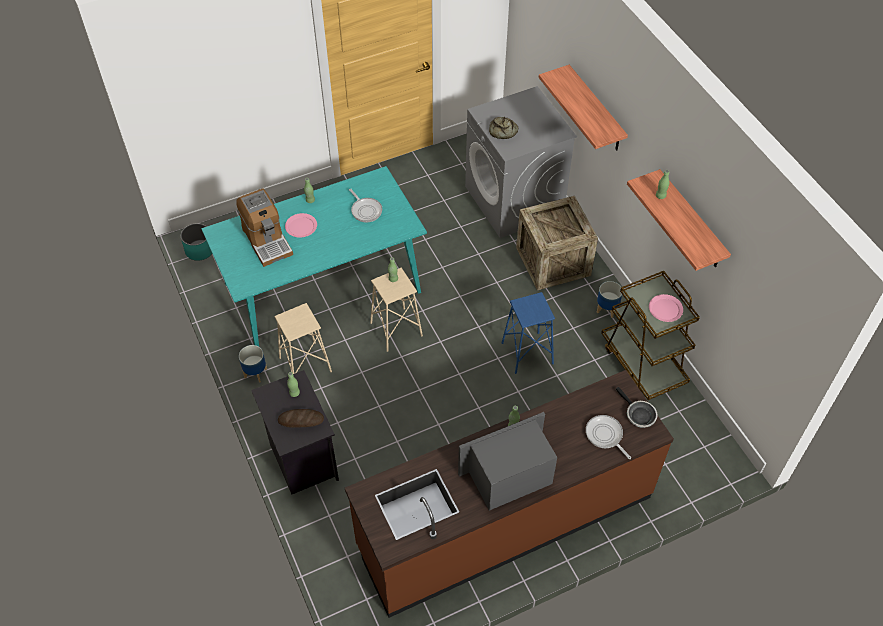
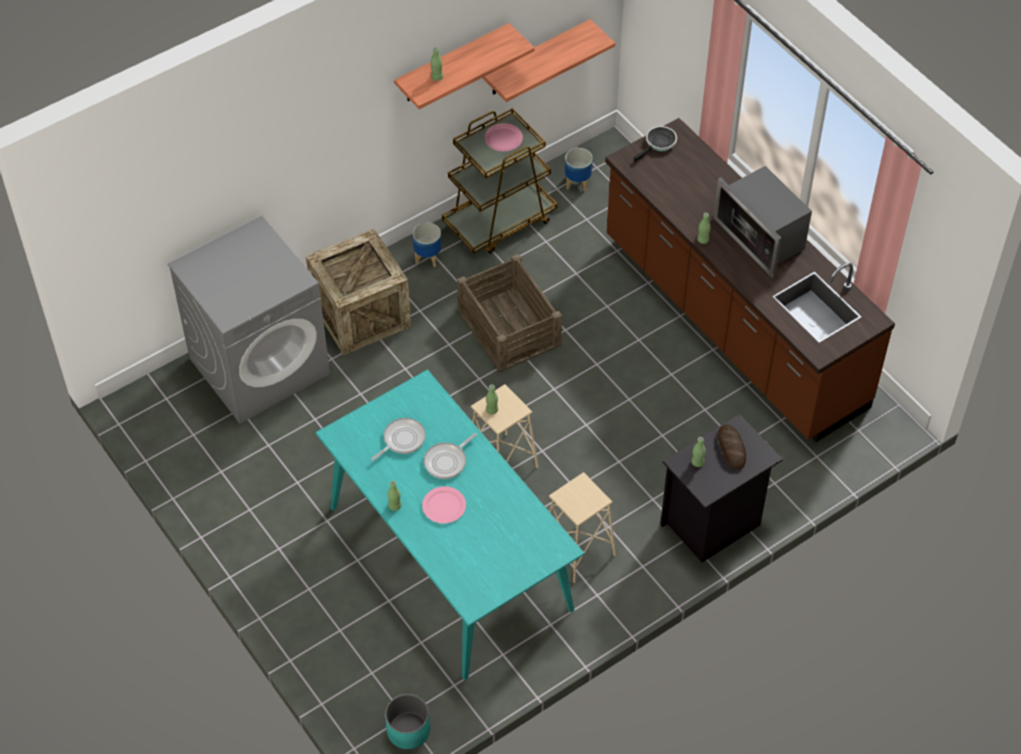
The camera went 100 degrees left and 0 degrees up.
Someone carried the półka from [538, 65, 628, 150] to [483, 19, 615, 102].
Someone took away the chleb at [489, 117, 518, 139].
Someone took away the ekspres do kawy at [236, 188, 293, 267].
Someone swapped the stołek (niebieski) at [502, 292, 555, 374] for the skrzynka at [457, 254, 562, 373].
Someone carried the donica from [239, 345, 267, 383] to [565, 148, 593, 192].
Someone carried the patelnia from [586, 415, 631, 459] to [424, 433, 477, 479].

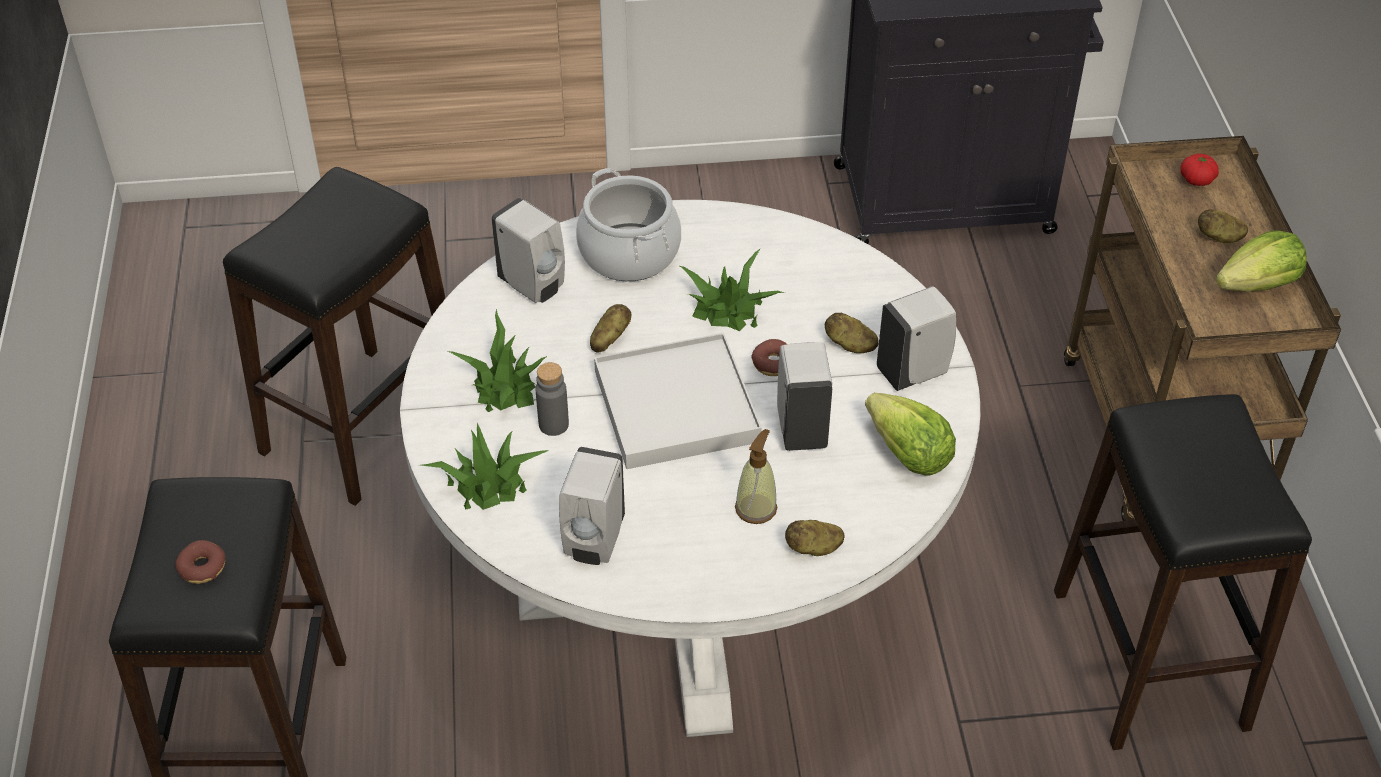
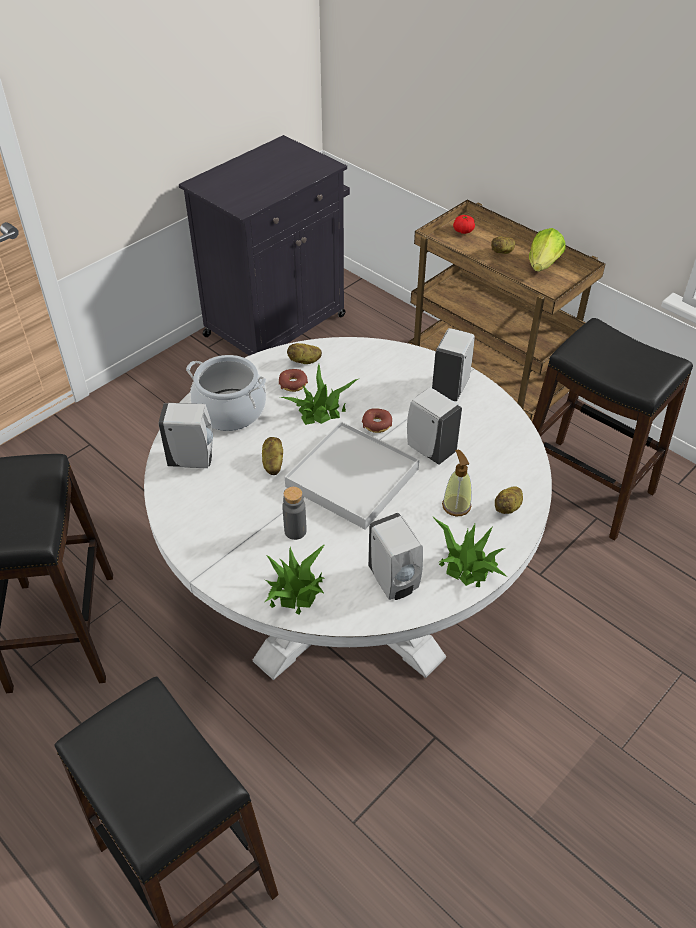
The camera went 40 degrees left and 0 degrees up.
Someone carried the roślina doniczkowa from [448, 309, 547, 412] to [432, 516, 507, 587].
Someone carried the ziemniak from [825, 312, 879, 353] to [287, 343, 322, 364].
Someone took away the sałata at [865, 393, 956, 475].
Someone carried the donut from [175, 540, 225, 584] to [279, 369, 308, 392].

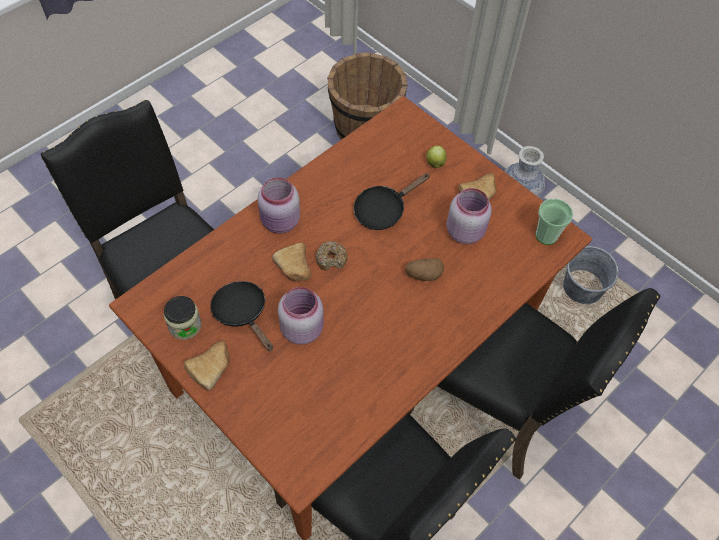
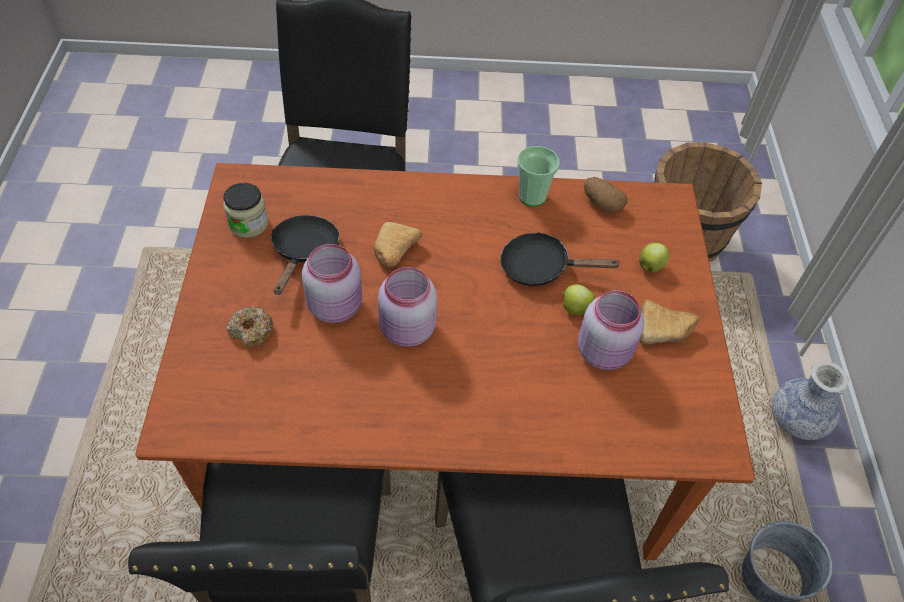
The camera went 45 degrees right and 5 degrees down.
Someone carried the słoik (różowy) from [257, 177, 300, 234] to [378, 267, 437, 347].
Someone carried the filiżanka from [536, 199, 573, 245] to [517, 146, 560, 206].
Someone carried the donut from [315, 241, 348, 271] to [227, 306, 274, 348].
Someone carried the ziemniak from [405, 258, 444, 281] to [584, 177, 628, 212].
Someone took away the chleb at [184, 340, 230, 391].
Someone put down the jabłko at [562, 284, 595, 315].

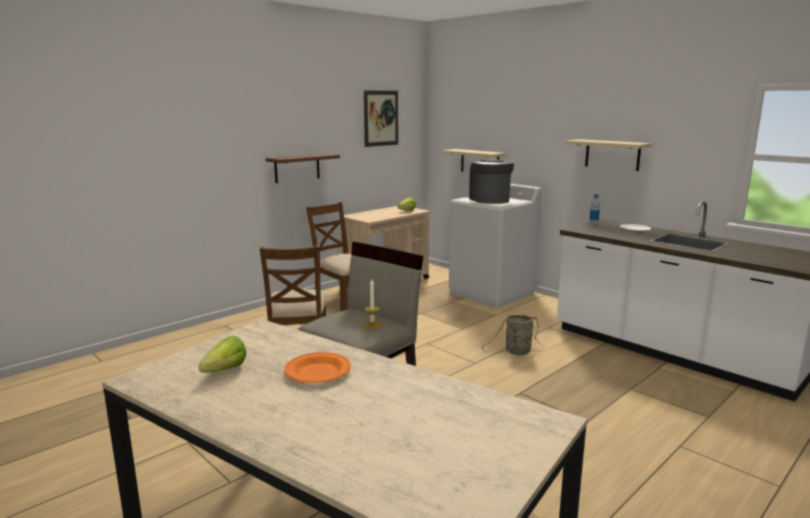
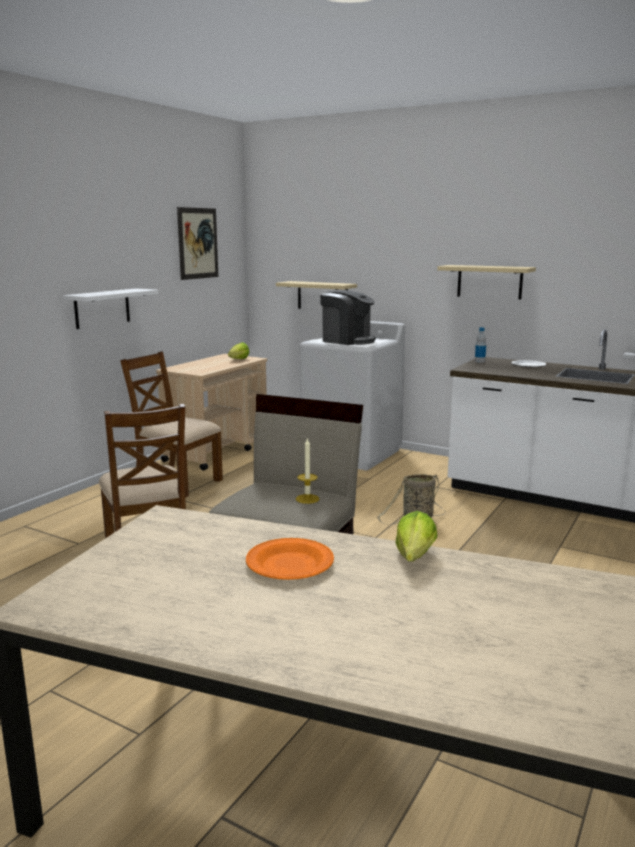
The camera went 15 degrees left and 0 degrees up.
Someone repainted the półka (brązowy) at [266, 153, 340, 183], which became the półka (biały) at [63, 288, 159, 329].
Someone rotated the ekspres do kawy at [469, 160, 514, 204] by 150 degrees clockwise.
Someone carried the sałata from [198, 336, 246, 373] to [395, 511, 437, 562].

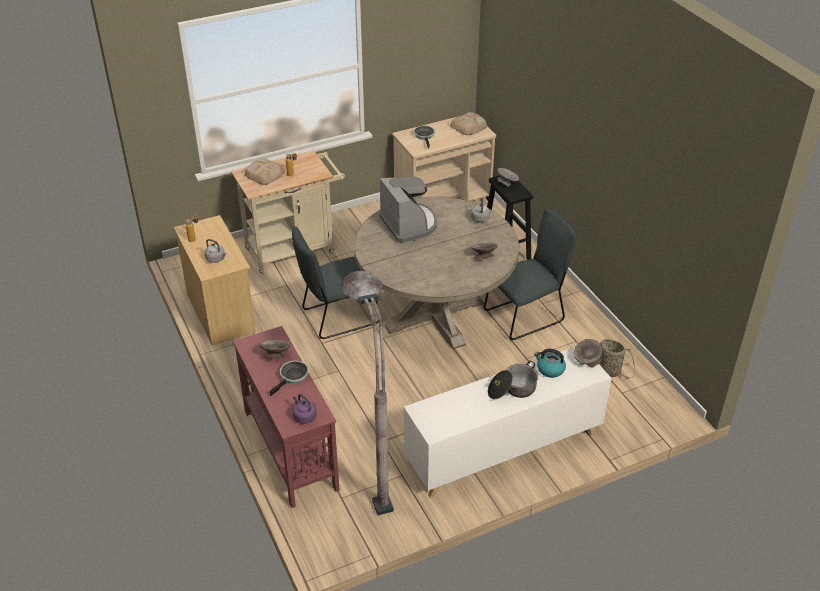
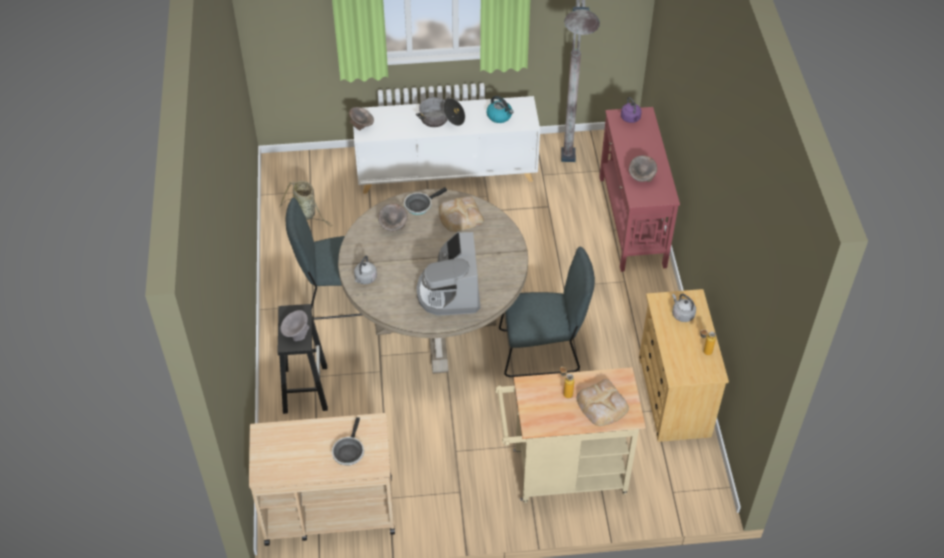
The camera went 160 degrees left and 10 degrees up.
Someone carried the chleb from [450, 112, 487, 135] to [439, 197, 484, 232].
Someone carried the czajnik from [534, 349, 566, 378] to [487, 96, 513, 123].
Someone carried the patelnia from [270, 361, 309, 396] to [404, 187, 447, 215].

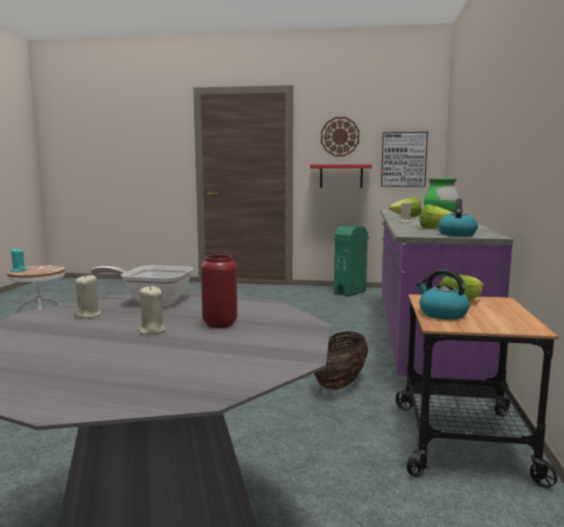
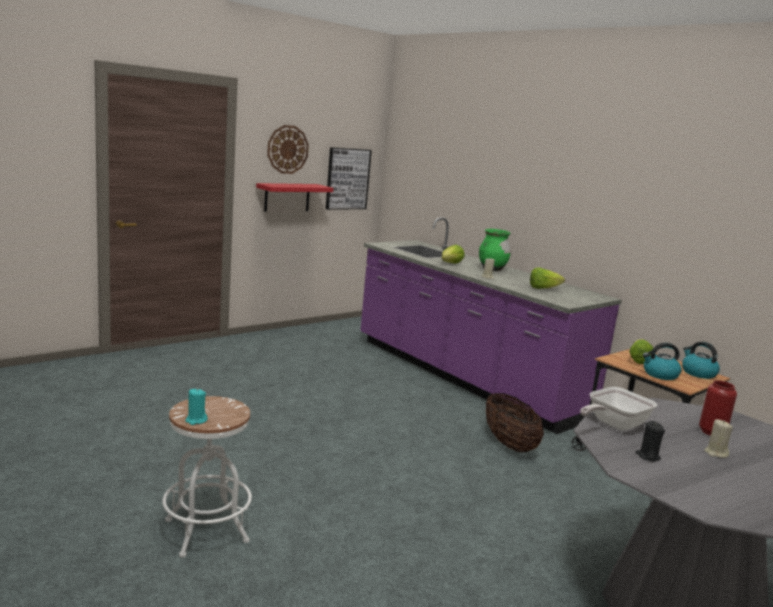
The camera went 50 degrees left and 5 degrees up.
Someone carried the czajnik from [438, 199, 478, 237] to [682, 342, 720, 379].
Someone took away the kosz na śmieci (zielony) at [333, 225, 369, 297].
Someone repainted the świeca (beżowy) at [74, 274, 101, 319], which became the świeca (czarny) at [636, 421, 665, 462].

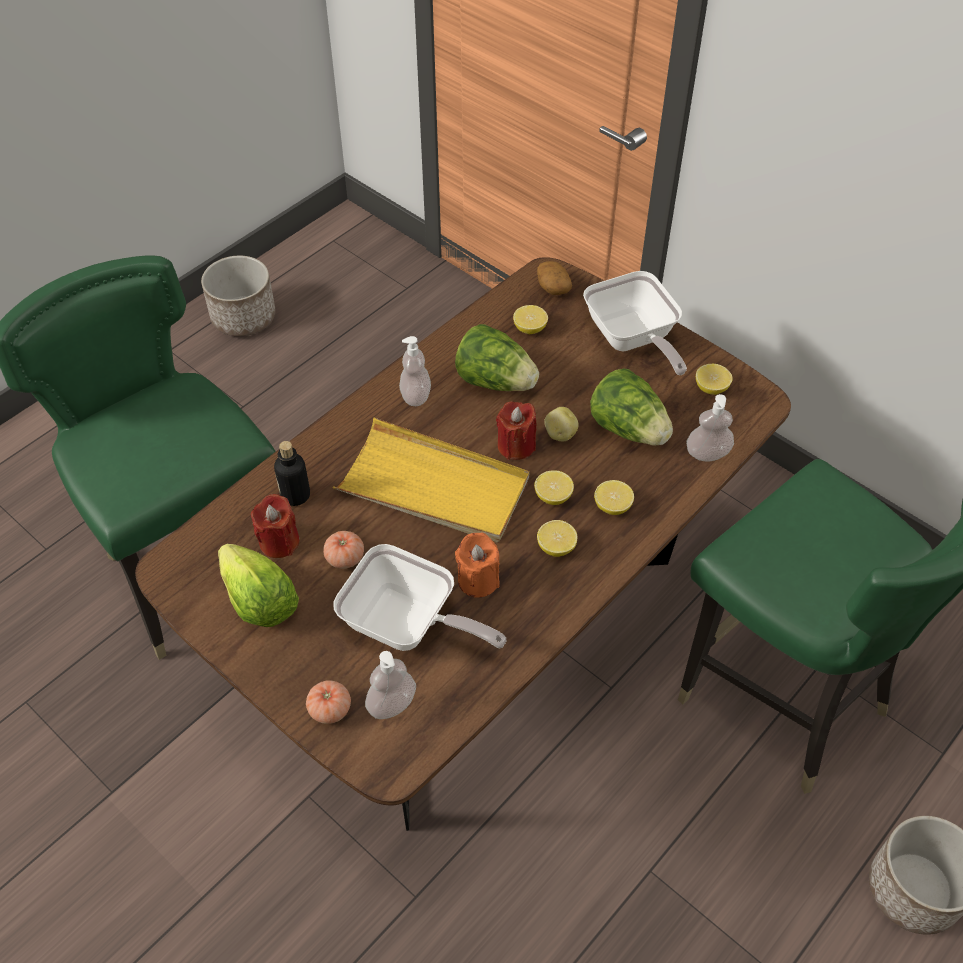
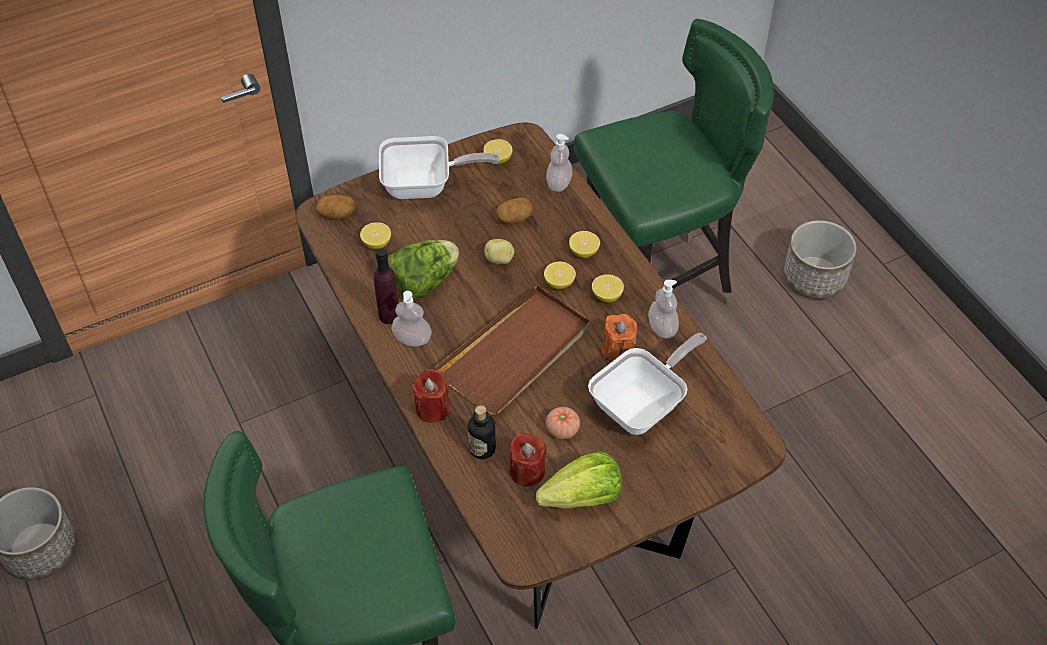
The camera went 70 degrees left and 0 degrees up.
Someone swapped the sałata at [590, 369, 673, 446] for the ziemniak at [496, 197, 533, 224].
Someone carried the świeca (czerwony) from [496, 401, 536, 460] to [412, 369, 450, 423].
Someone repainted the taca (żółty) at [333, 418, 529, 542], which became the taca (brązowy) at [434, 285, 590, 416].
Someone carried the dozownik mydła from [365, 651, 416, 719] to [648, 280, 679, 339].
Someone took away the pomidor at [306, 680, 351, 724].
Someone put down the butelka (fioletowy) at [374, 248, 399, 324].

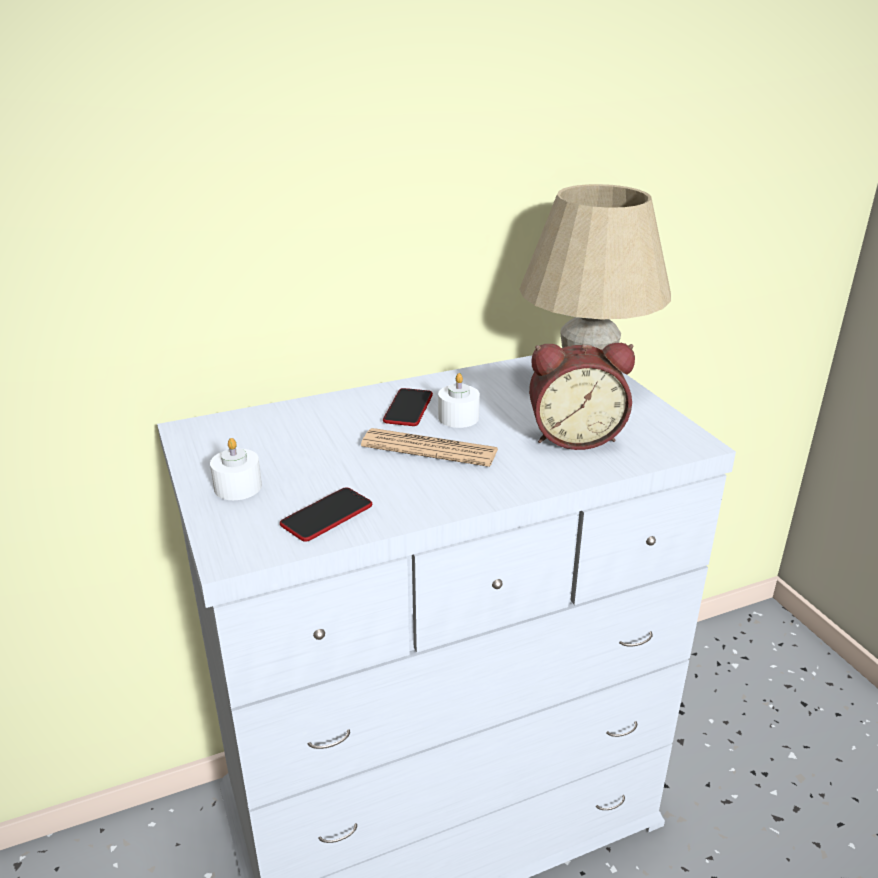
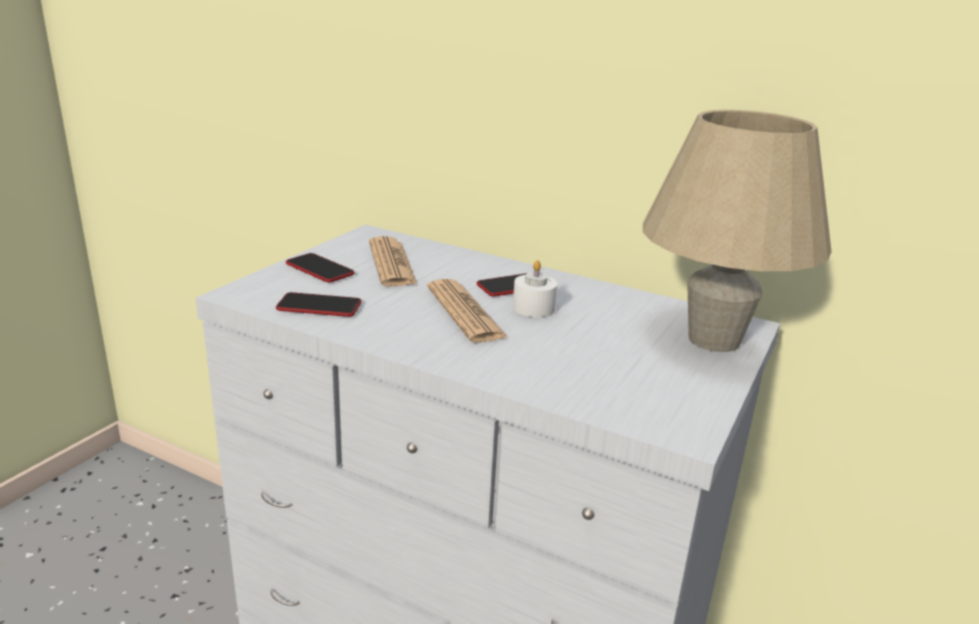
The camera went 50 degrees right and 5 degrees down.
Someone took away the budzik at [529, 343, 635, 450].
Someone swapped the świeca (biały) at [210, 438, 262, 500] for the telefon at [286, 253, 355, 283].
Someone put down the gazeta at [369, 236, 418, 286].

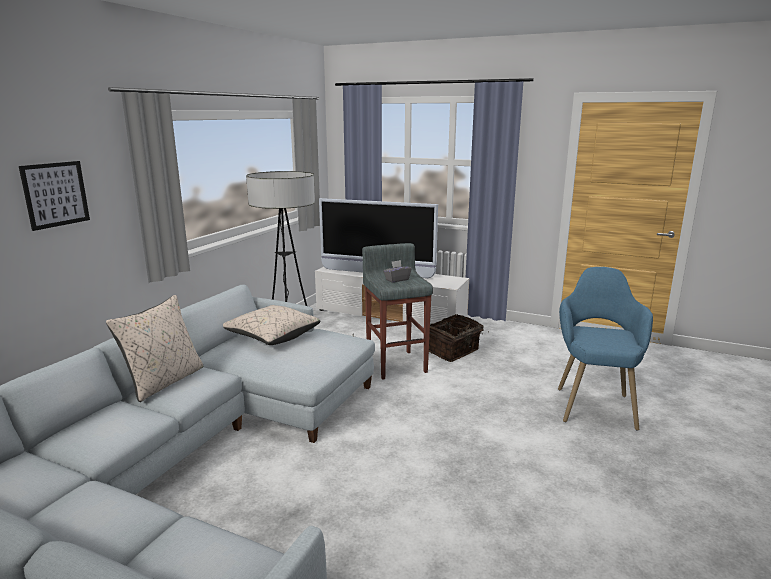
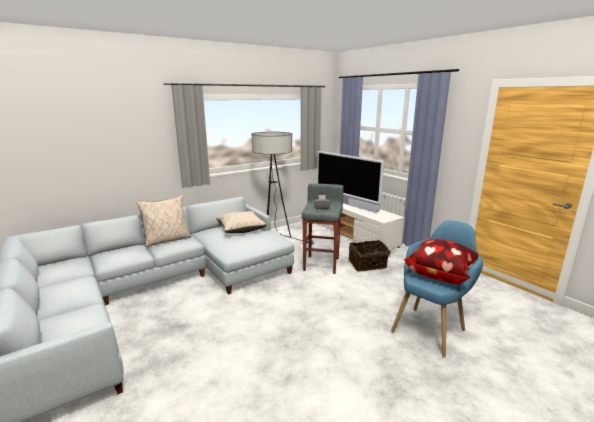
The camera went 30 degrees right and 0 degrees up.
Someone took away the obraz at [19, 161, 90, 231].
Someone put down the poduszka at [404, 239, 478, 284].

